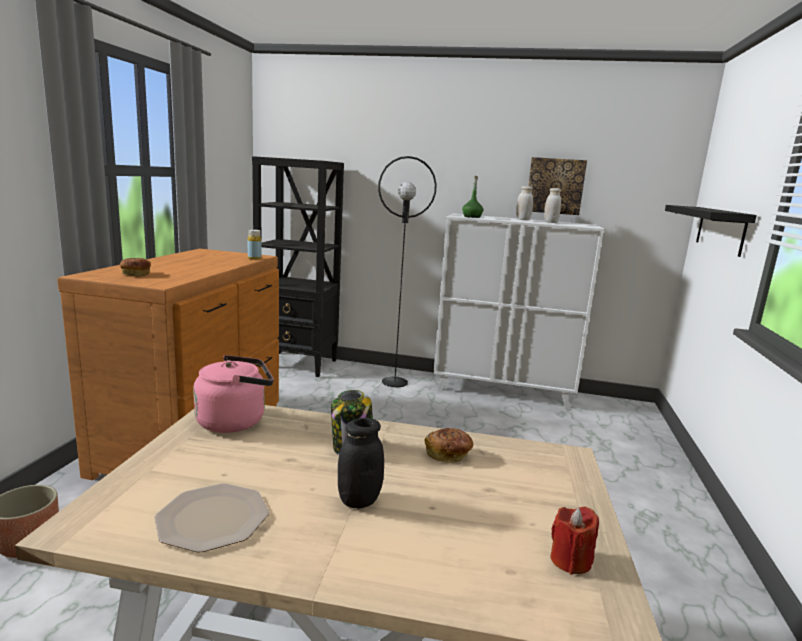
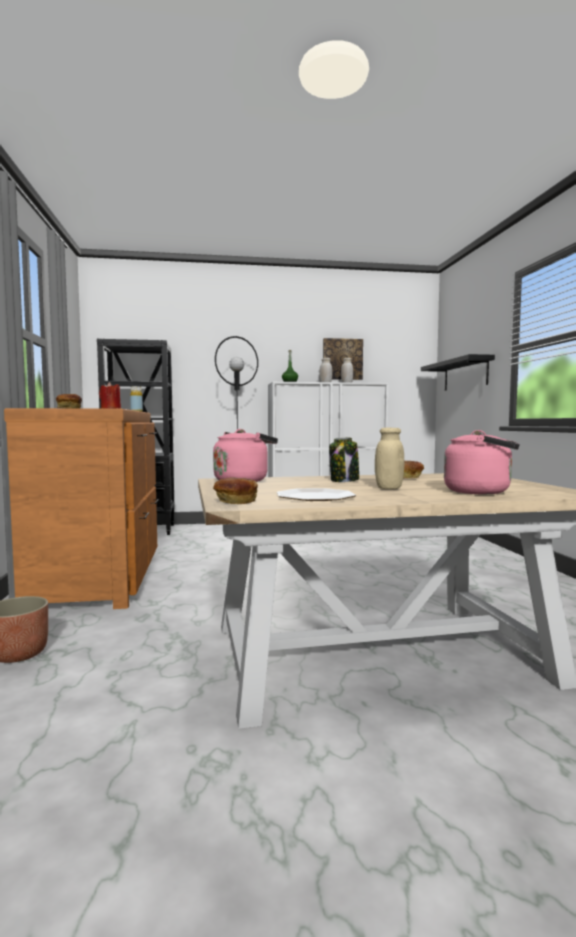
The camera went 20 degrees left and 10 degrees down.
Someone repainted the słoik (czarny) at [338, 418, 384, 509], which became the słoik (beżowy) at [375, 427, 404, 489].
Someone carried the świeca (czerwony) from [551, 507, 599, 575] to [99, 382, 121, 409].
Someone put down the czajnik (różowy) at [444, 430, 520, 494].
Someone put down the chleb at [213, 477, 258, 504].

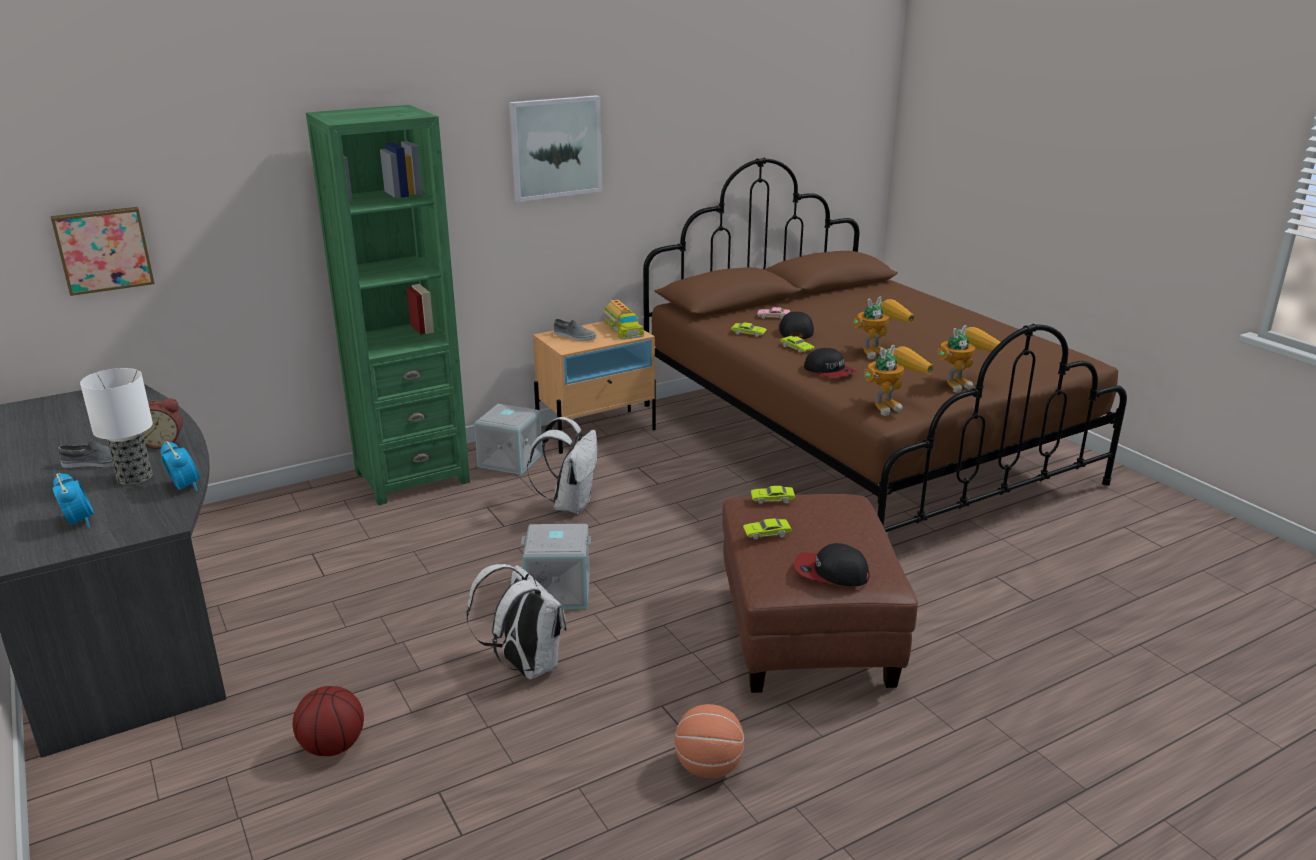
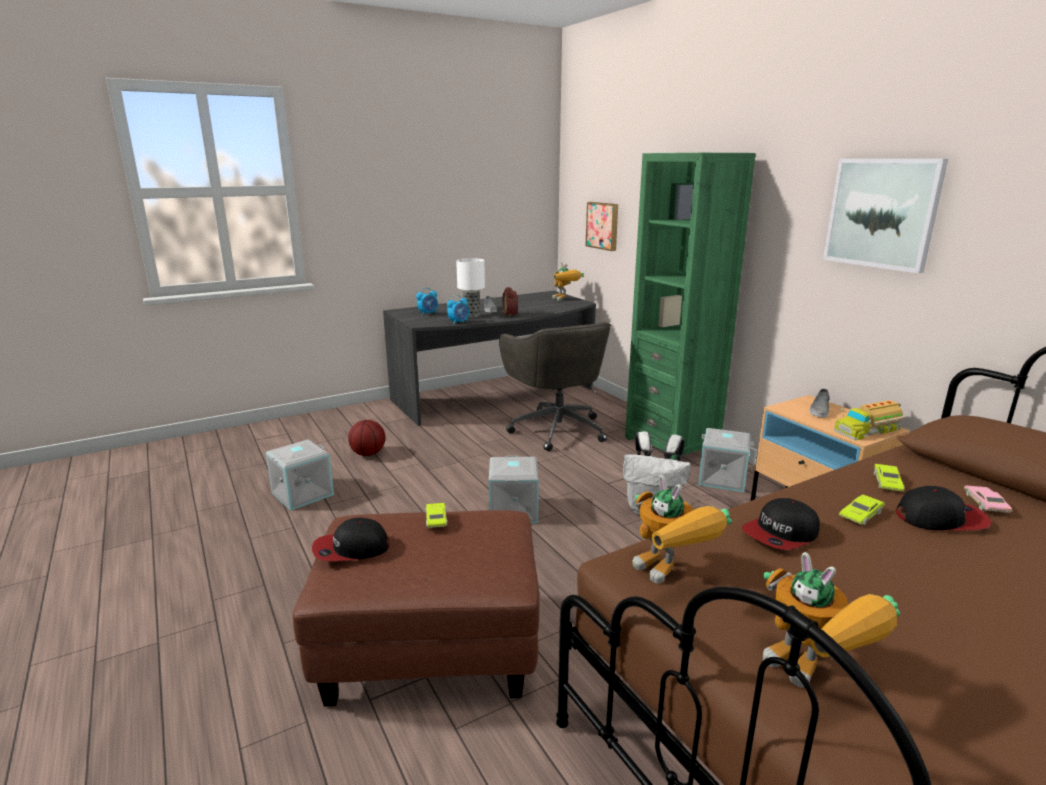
The camera went 90 degrees right and 5 degrees down.
Someone carried the robot zabawkowy from [853, 297, 916, 359] to [552, 263, 584, 301].
Someone took away the samochodzik (zielony) at [751, 486, 795, 504].
Someone rotated the czapka z daszkiem at [794, 543, 870, 586] by 120 degrees counterclockwise.
Someone took away the plecak (biały) at [466, 564, 567, 679].
Someone took away the piłka do koszykówki at [675, 704, 744, 778].
Someone put down the krzesło biurowe (szary) at [499, 322, 611, 451].
Someone put down the pojemnik do przechowywania (szary) at [266, 439, 334, 511].

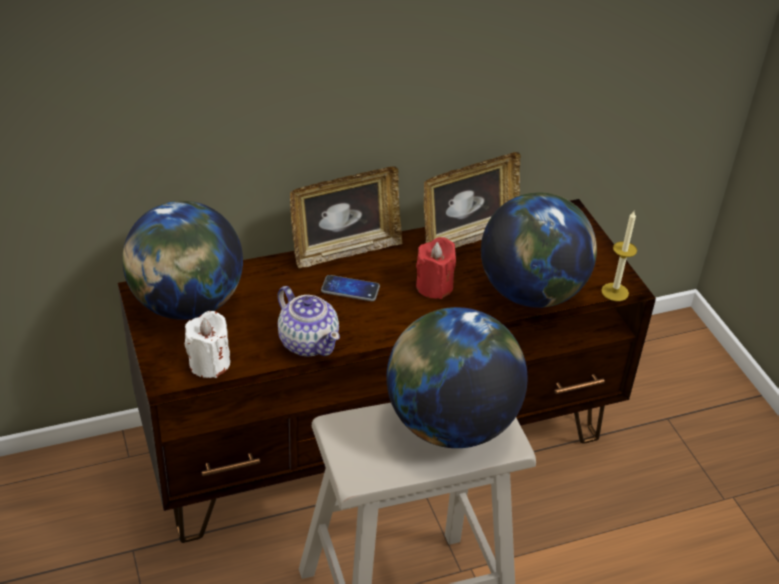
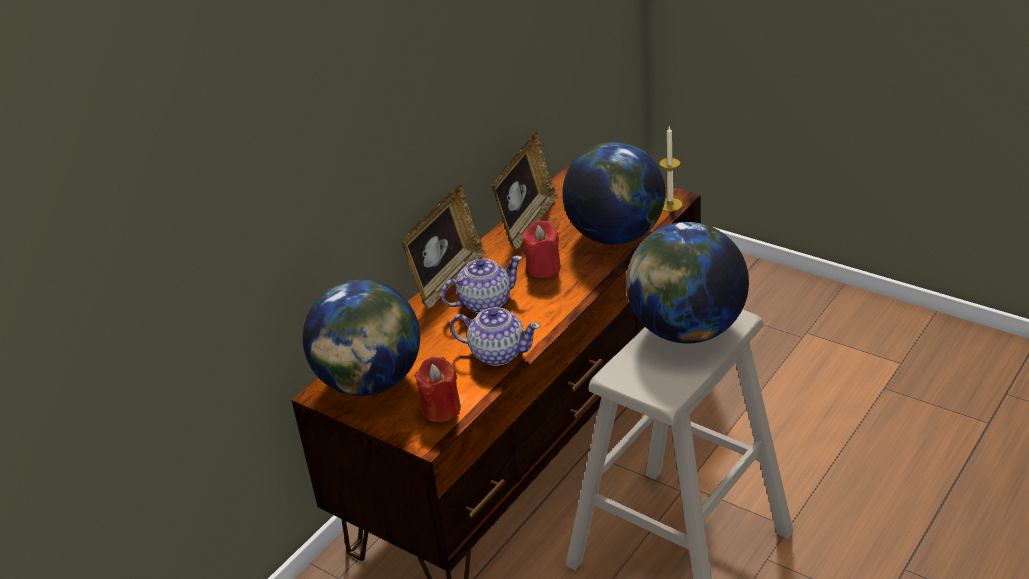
The camera went 30 degrees left and 5 degrees down.
Someone swapped the telefon at [321, 275, 380, 301] for the imbryk at [441, 255, 522, 313].
Someone repainted the świeca (biały) at [185, 311, 230, 378], which became the świeca (czerwony) at [415, 357, 461, 422].

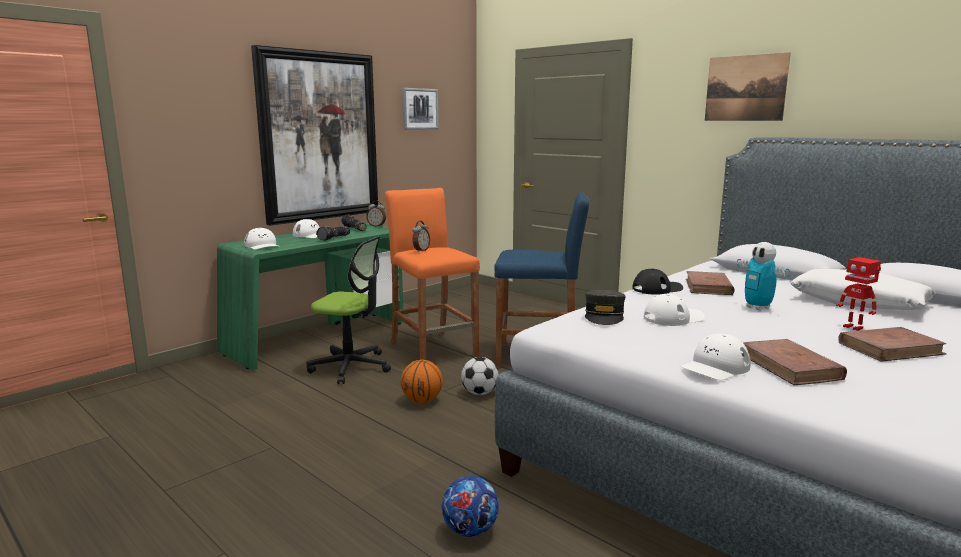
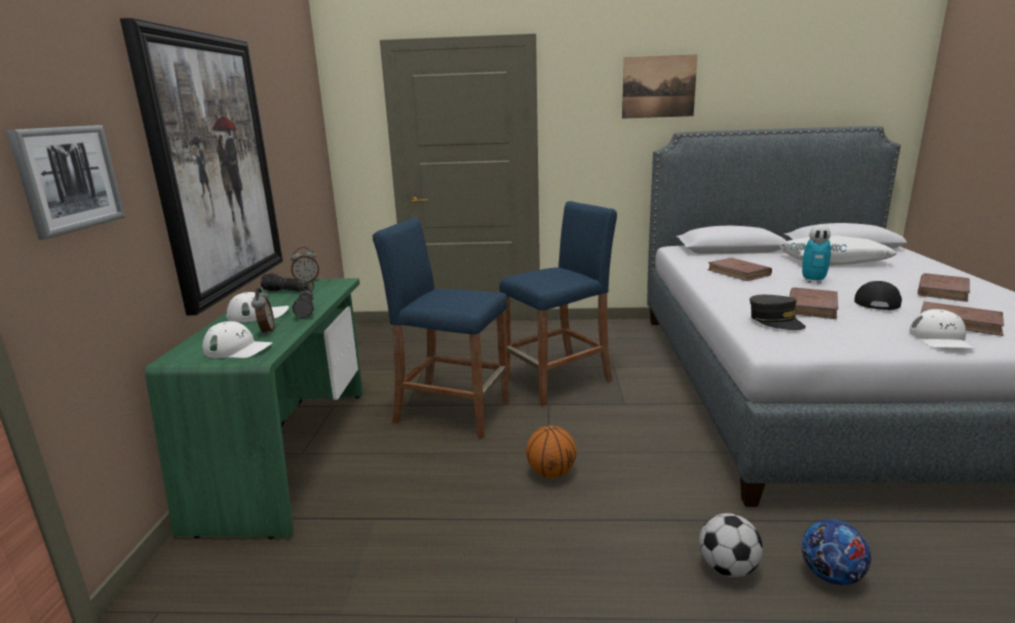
The camera went 40 degrees left and 5 degrees up.
Someone carried the obraz from [402, 88, 439, 130] to [6, 125, 125, 239].
Someone repainted the stołek (pomarańczowy) at [385, 188, 480, 360], which became the stołek (niebieski) at [373, 218, 509, 439].
Someone carried the budzik from [412, 221, 430, 252] to [251, 288, 275, 335].
Someone took away the krzesło biurowe at [307, 236, 391, 384].
Someone took away the robot zabawkowy at [836, 257, 881, 331].
Someone carried the czapka z daszkiem (czarny) from [632, 269, 683, 295] to [854, 281, 902, 310].
Someone swapped the czapka z daszkiem (biały) at [644, 294, 705, 326] for the książka (brązowy) at [789, 287, 838, 319].
Someone carried the piłka futbolowa from [461, 357, 499, 395] to [699, 513, 763, 577].

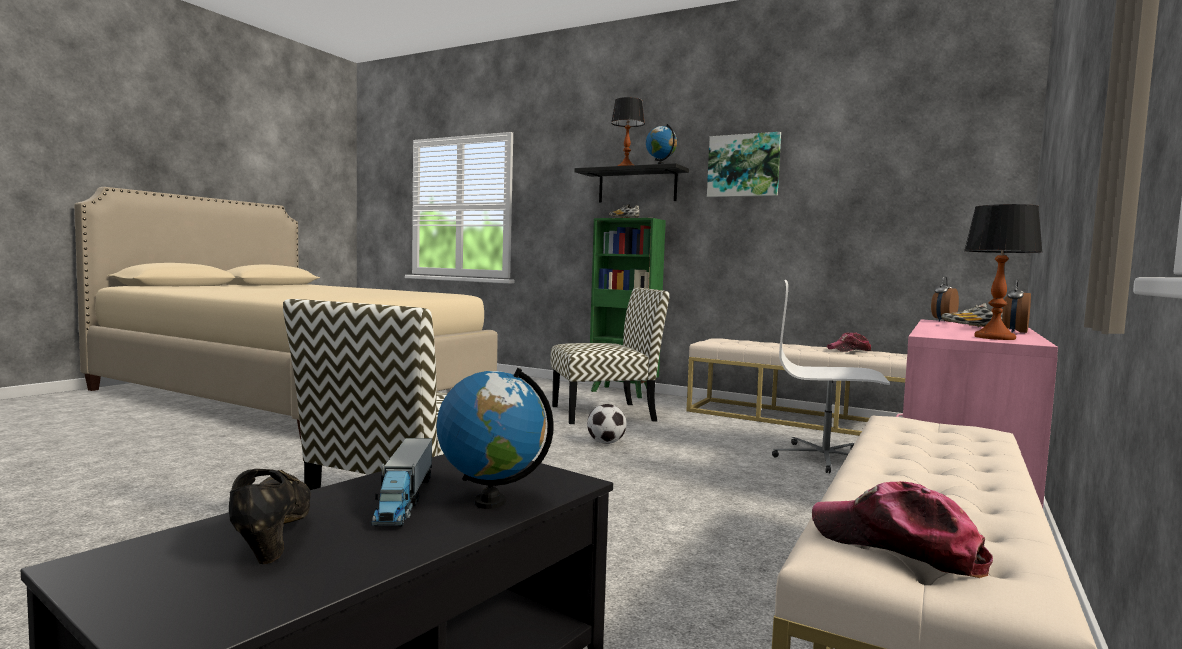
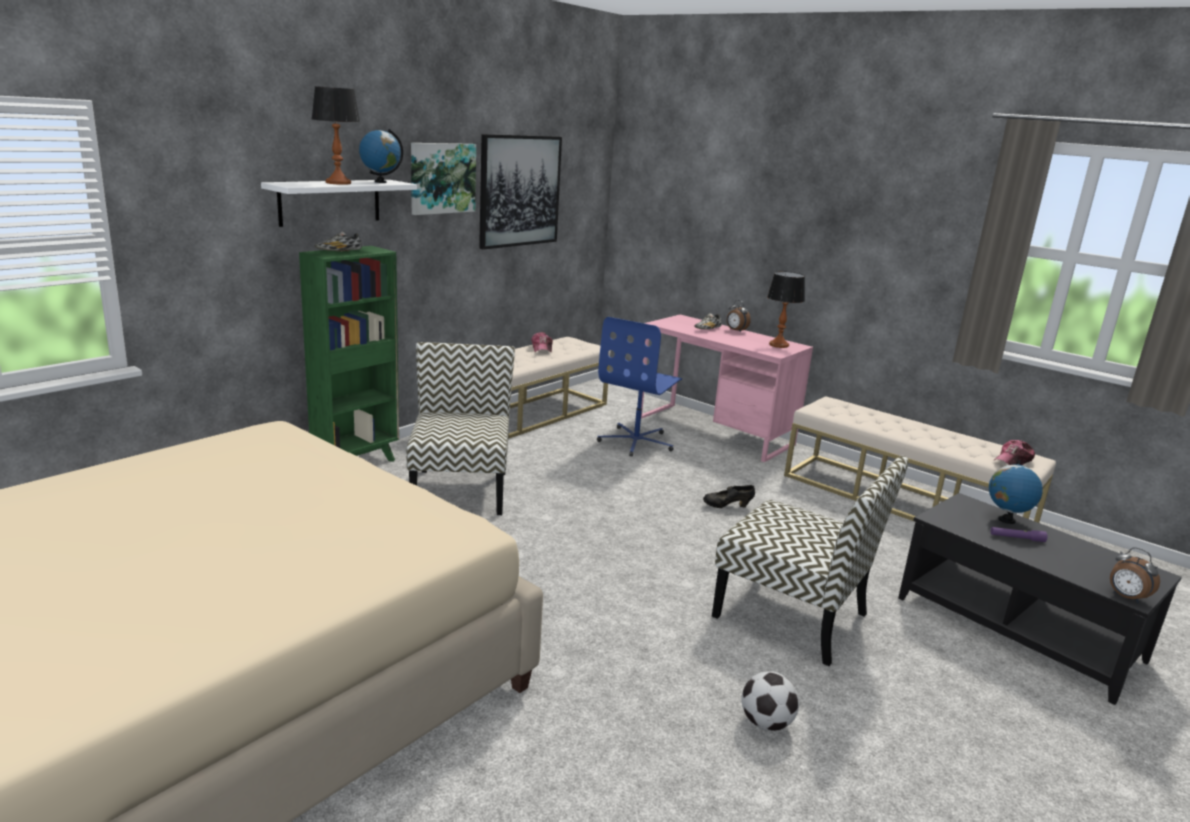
The camera went 80 degrees left and 15 degrees up.
Someone repainted the półka (czarny) at [574, 163, 689, 203], which became the półka (biały) at [261, 180, 417, 227].
Someone carried the budzik from [931, 276, 959, 322] to [1110, 547, 1160, 603].
Someone repainted the krzesło biurowe (biały) at [772, 280, 890, 473], which became the krzesło biurowe (niebieski) at [597, 317, 682, 456].
Someone carried the piłka futbolowa from [587, 404, 627, 444] to [741, 671, 799, 731].
Someone swapped the ciężarówka zabawkowa at [371, 438, 432, 526] for the latarka (fioletowy) at [991, 527, 1047, 542].
Someone carried the but (czarny) from [229, 469, 311, 564] to [703, 485, 755, 508].
Someone put up the obraz at [479, 134, 562, 250].

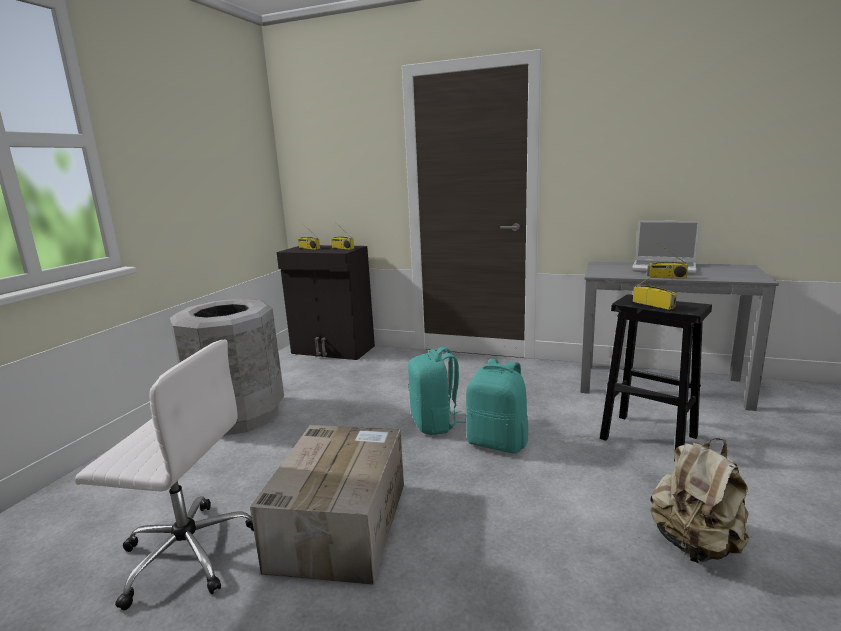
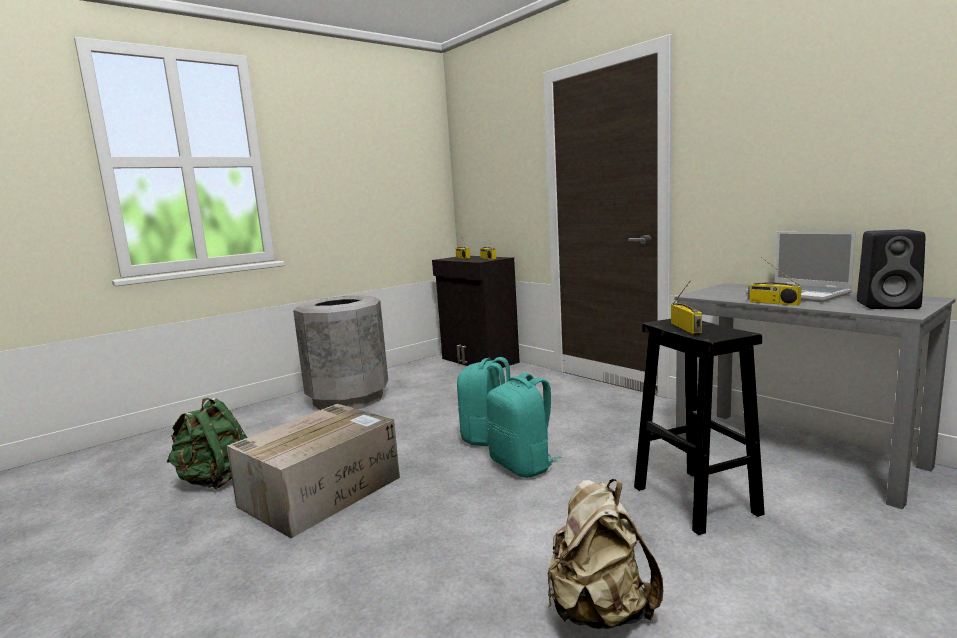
The camera went 30 degrees right and 5 degrees down.
Someone swapped the krzesło biurowe (biały) at [75, 340, 254, 610] for the plecak (zielony) at [167, 398, 248, 489].
Someone put down the głośnik (czarny) at [857, 229, 925, 309].

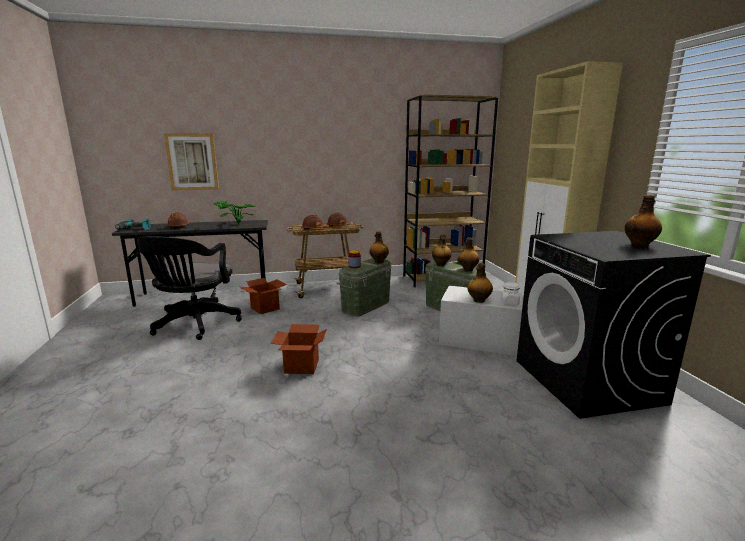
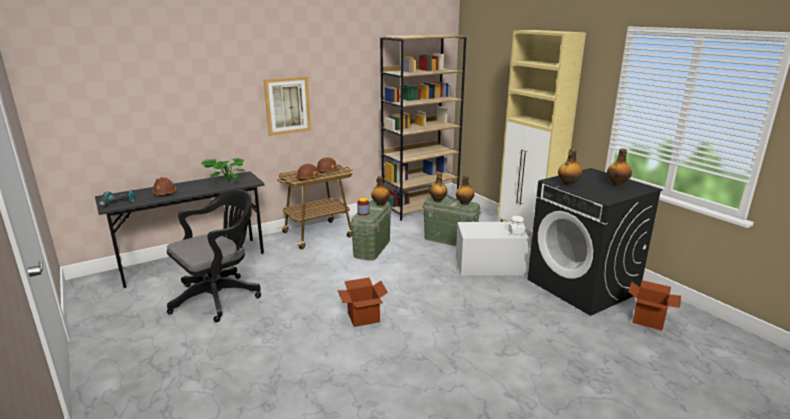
The camera went 20 degrees left and 5 degrees up.
Someone carried the obraz from [164, 133, 219, 191] to [264, 76, 311, 136].
Someone rotated the krzesło biurowe (czarny) at [137, 236, 242, 340] by 120 degrees counterclockwise.
Someone carried the butelka from [467, 263, 493, 303] to [558, 149, 582, 186].
Someone carried the karton from [240, 278, 287, 314] to [628, 280, 681, 331].

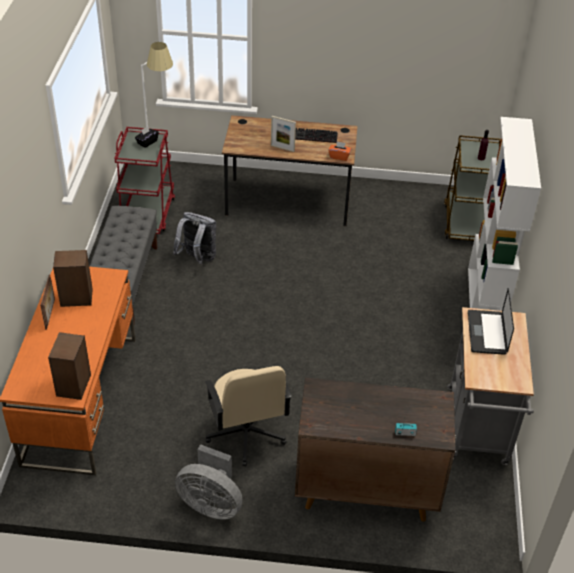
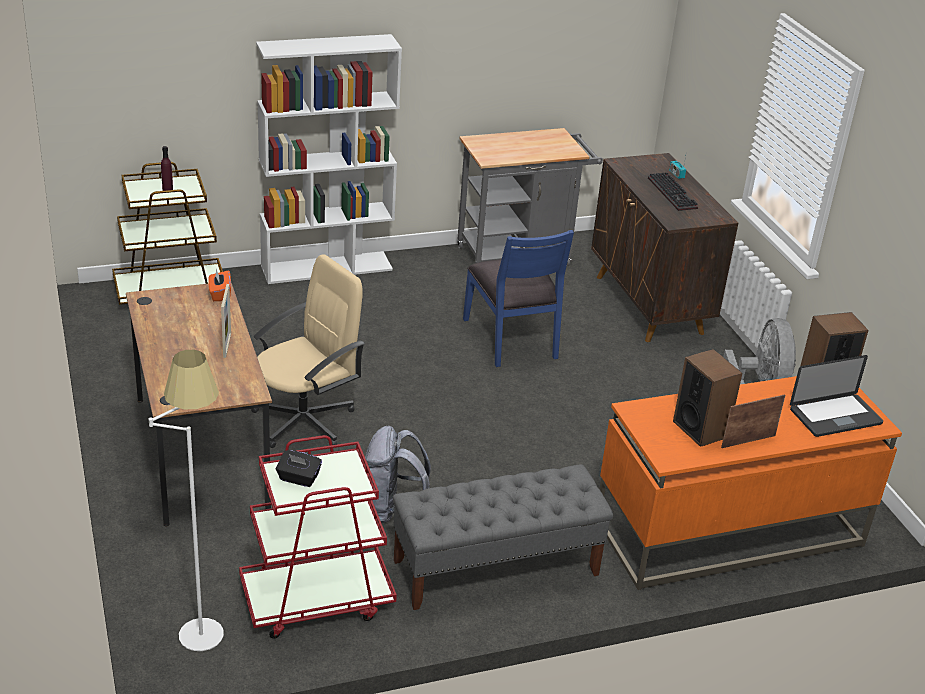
The camera went 115 degrees left and 10 degrees down.
Someone carried the klawiatura from [295, 128, 338, 143] to [648, 172, 698, 211].
Someone carried the laptop from [468, 288, 514, 355] to [790, 355, 883, 437].
Someone carried the krzesło biurowe (beżowy) from [205, 366, 292, 467] to [251, 254, 365, 448].
Someone put down the krzesło (niebieski) at [463, 230, 574, 367].

